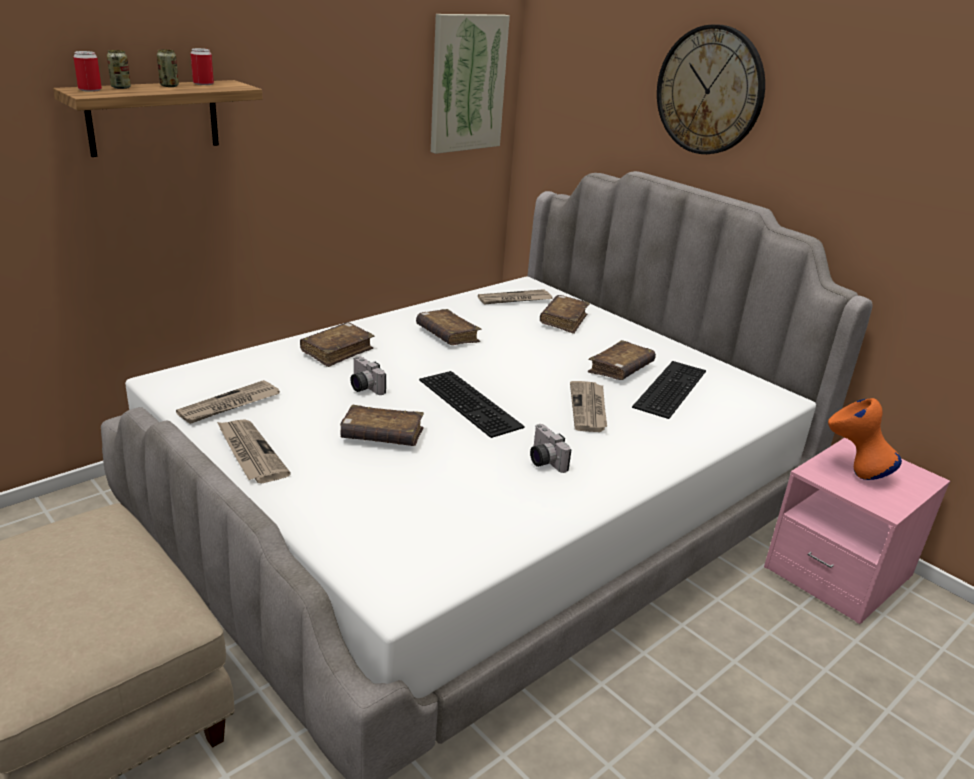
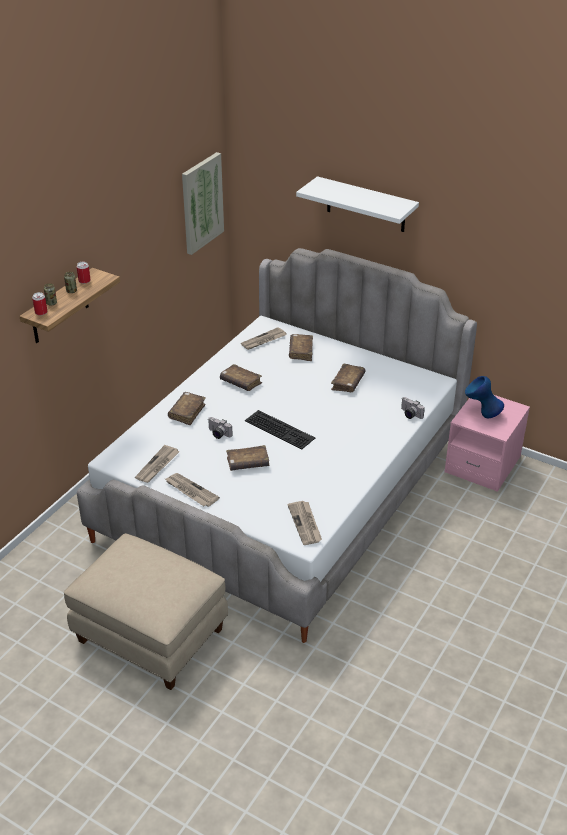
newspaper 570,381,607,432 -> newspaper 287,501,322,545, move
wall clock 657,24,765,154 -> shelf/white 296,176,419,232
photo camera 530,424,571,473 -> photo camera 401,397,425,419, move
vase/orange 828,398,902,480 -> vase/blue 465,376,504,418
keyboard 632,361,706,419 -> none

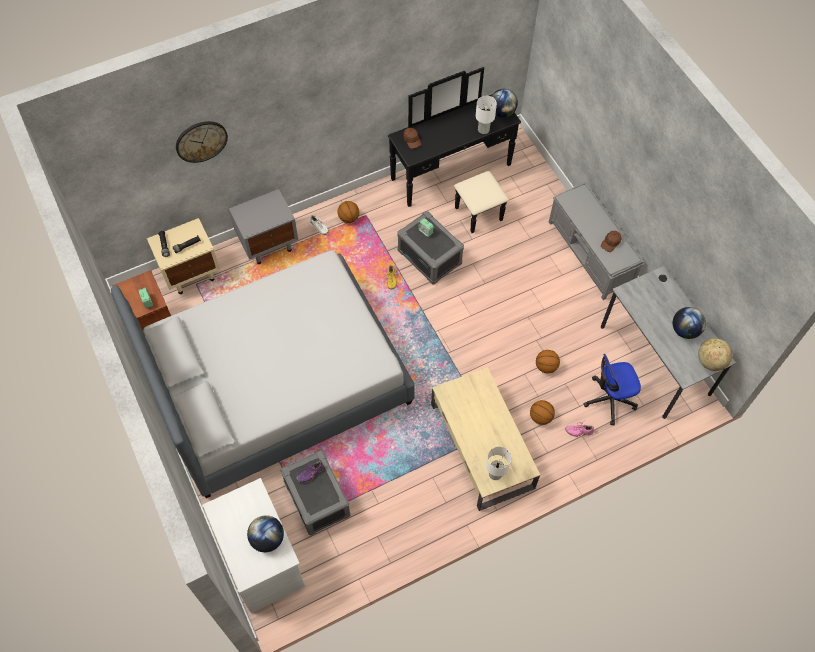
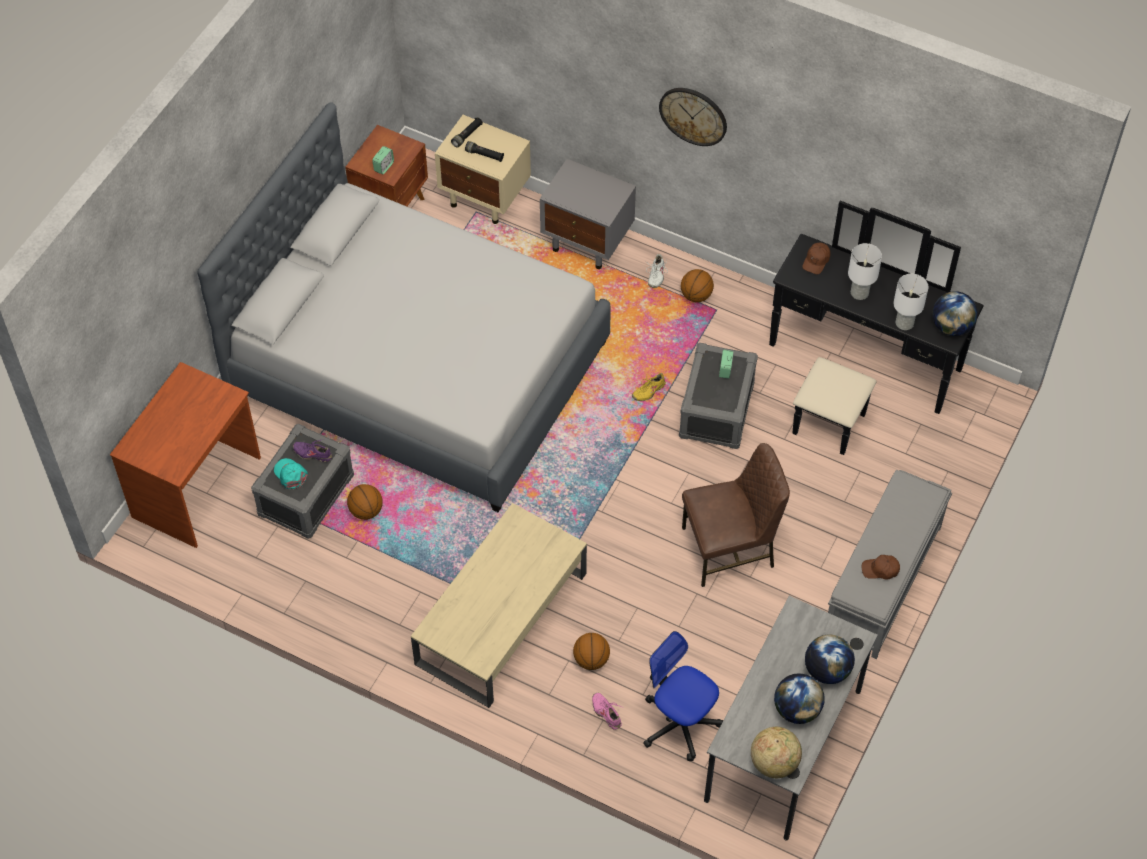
desk/white 202,478,305,613 -> desk/brown 110,362,261,548
none -> cap/turquoise 274,458,308,489
basketball 536,350,560,373 -> basketball 347,484,383,520, move
wall clock 176,121,228,163 -> wall clock 659,88,727,146, move
none -> chair/brown 682,443,790,587
globe 247,515,284,552 -> globe 805,635,855,684, move
table lamp/white 486,447,511,480 -> table lamp/white 848,243,882,300, move

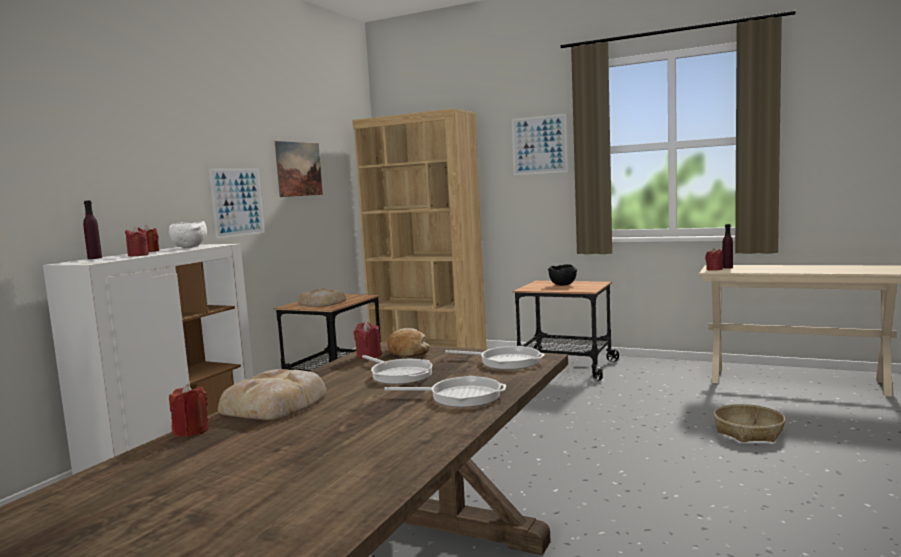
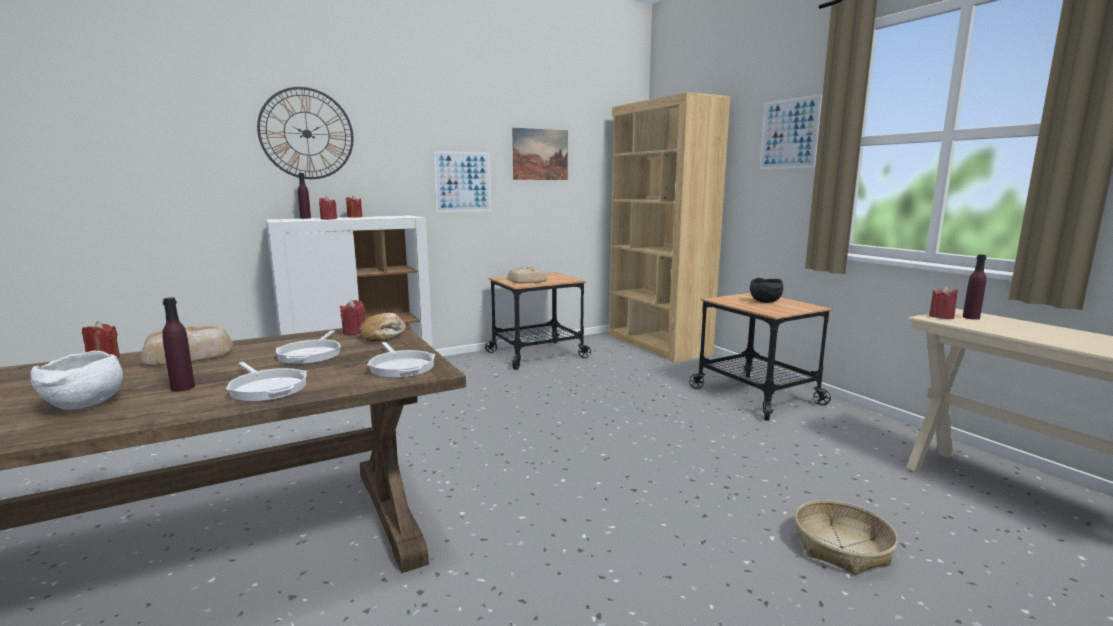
bowl/white 169,221,207,248 -> bowl/white 30,351,123,410, move
none -> bottle/purple 162,297,195,392
none -> wall clock 257,87,354,179

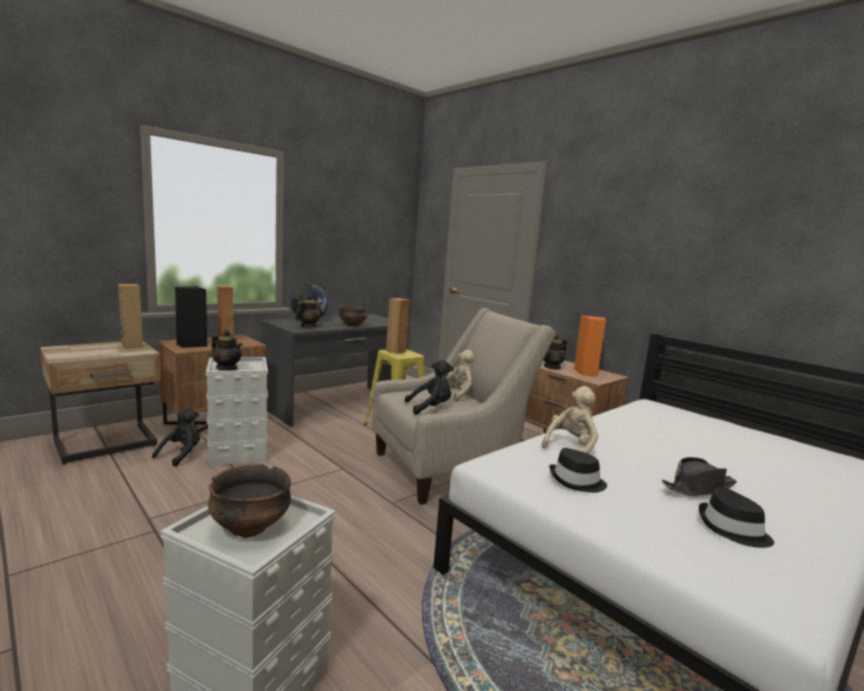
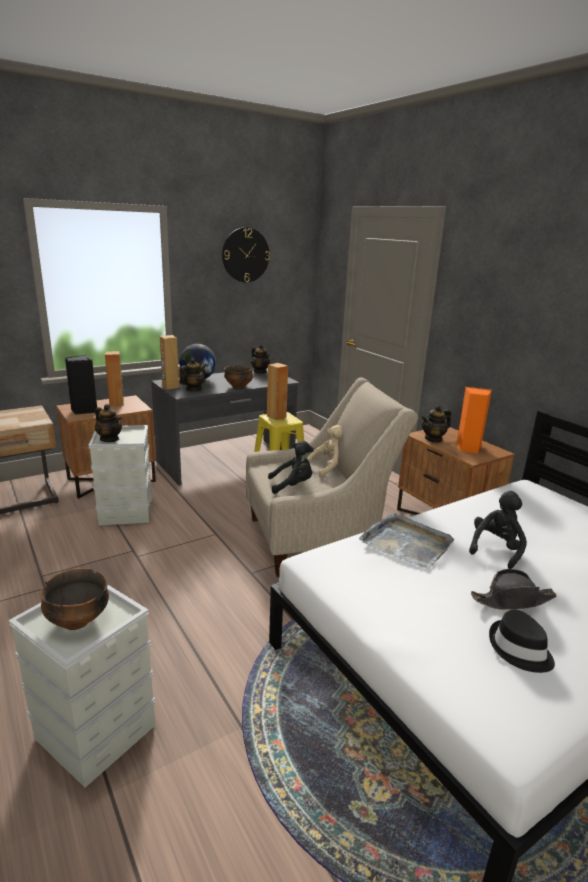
speaker/brown 118,284,143,349 -> speaker/brown 160,335,179,390, move
none -> wall clock 222,227,270,282
none -> teapot 251,344,270,373
plush toy/beige 541,386,598,454 -> tray/grey 359,513,454,569
plush toy/black 152,408,200,467 -> plush toy/black 469,491,527,569, move
hat/black 549,448,607,493 -> none

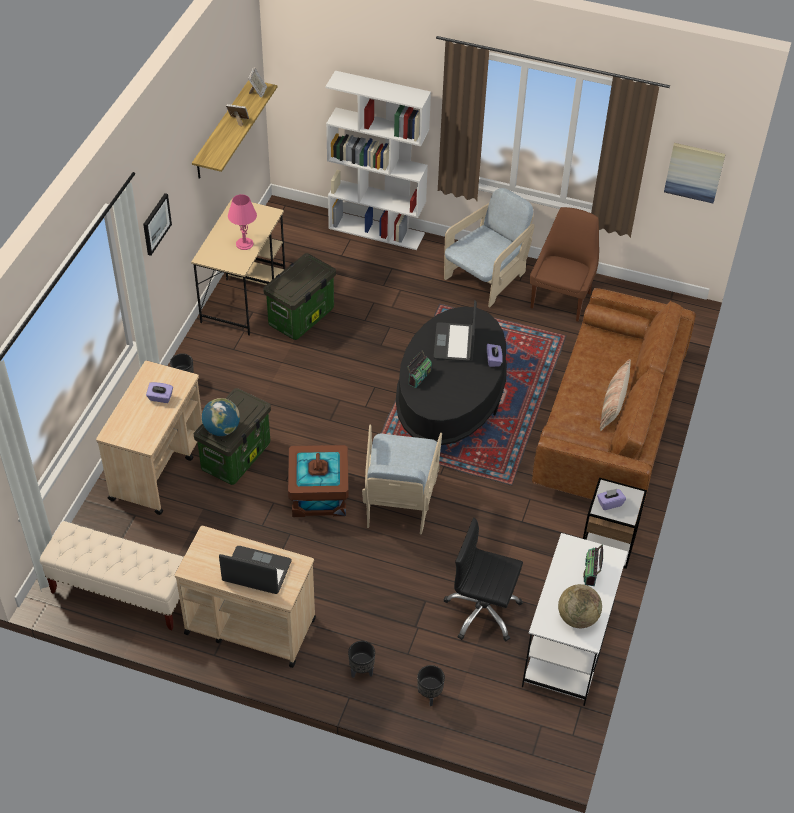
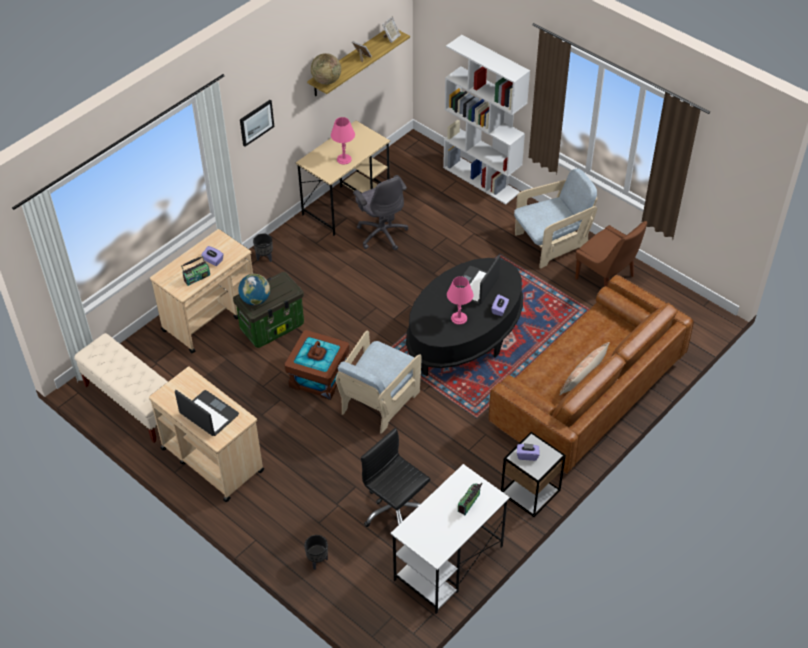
radio 407,350,432,388 -> radio 181,256,210,286, move
globe 558,584,602,628 -> globe 311,53,341,85, move
storage box 263,253,336,340 -> office chair/grey 353,175,408,250
none -> table lamp/pink 447,276,474,325
chair/brown 530,207,599,321 -> chair/brown 575,221,647,287, 90 degrees clockwise
planter/black 348,641,375,678 -> none
picture 664,143,725,203 -> none

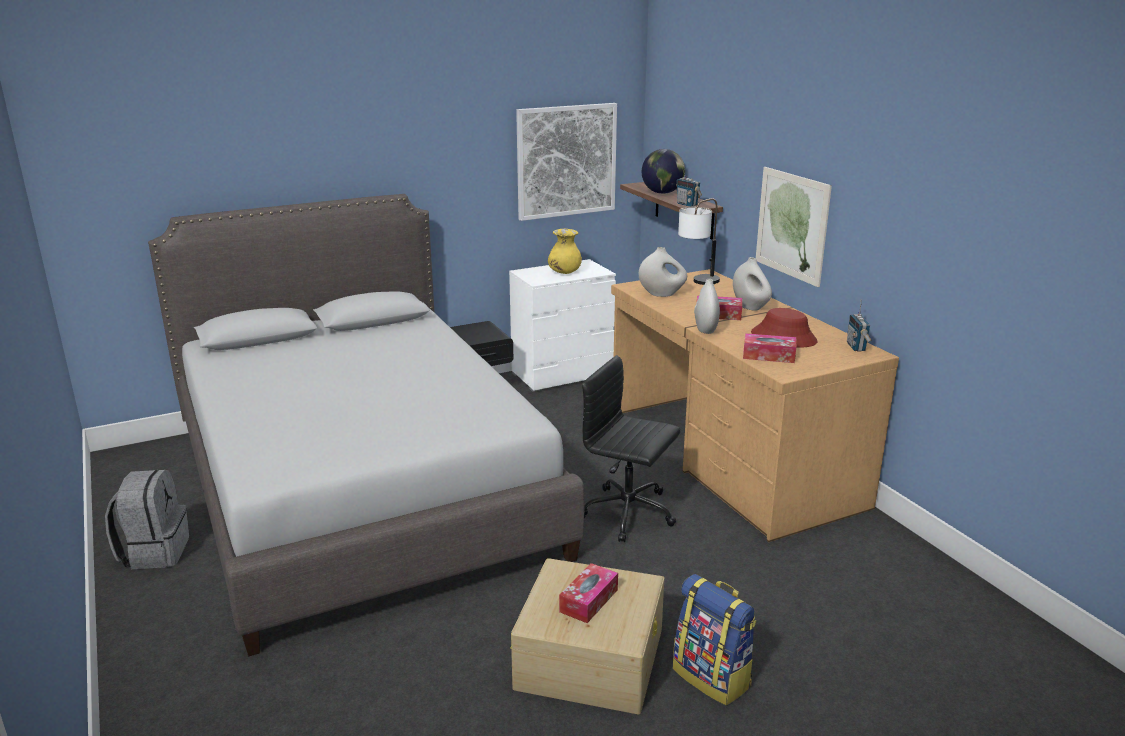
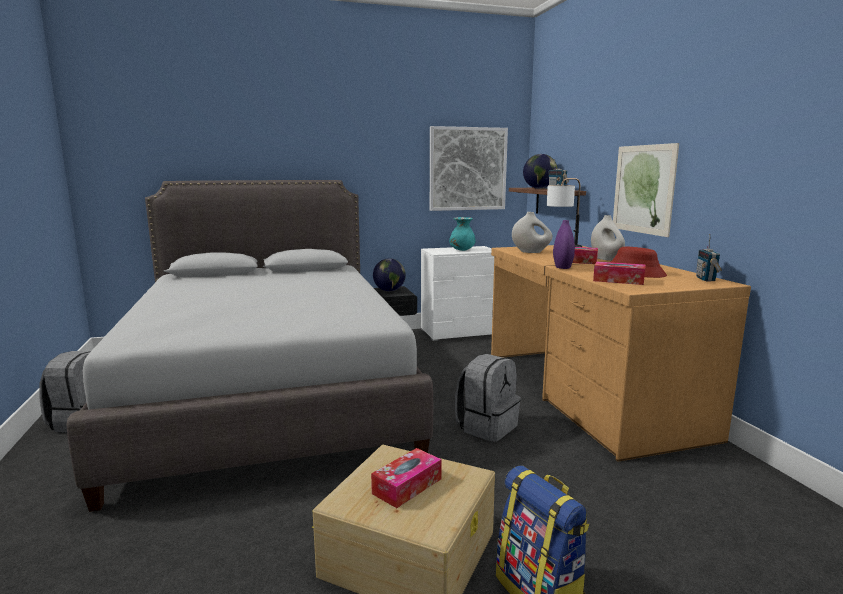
none -> globe 373,258,406,291
vase/yellow 548,229,582,274 -> vase/turquoise 449,217,475,251
office chair/black 582,355,681,542 -> backpack/grey 455,354,521,442
vase/white 694,279,720,334 -> vase/purple 553,220,575,269

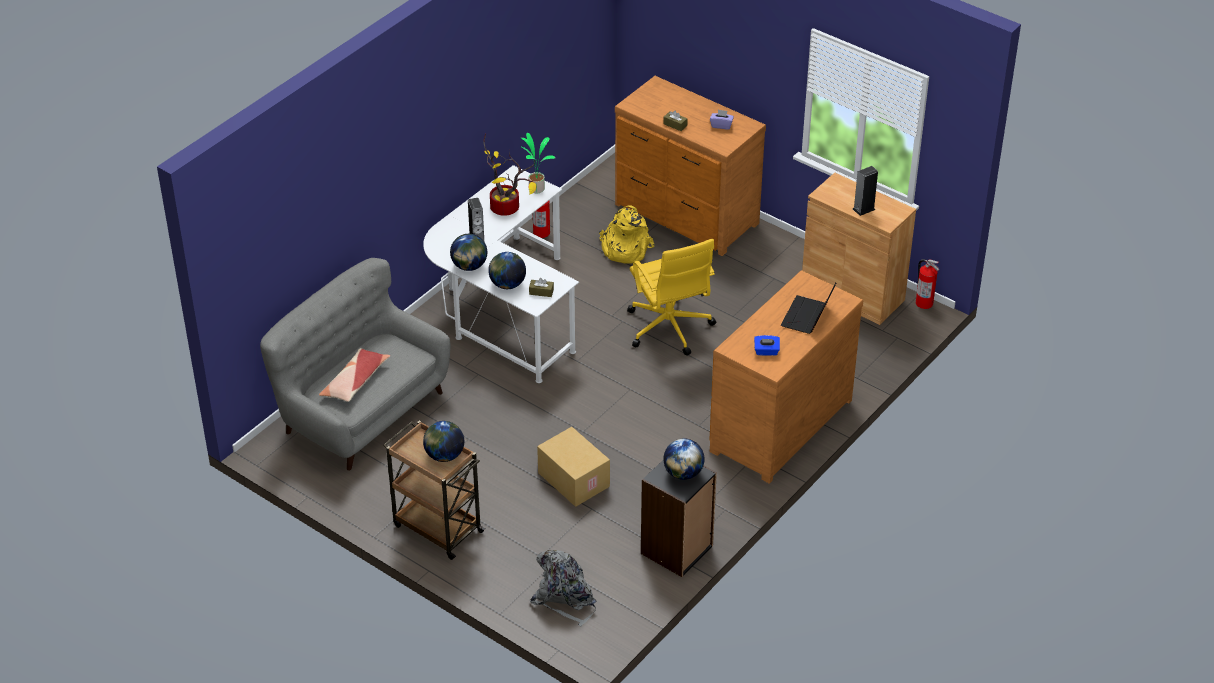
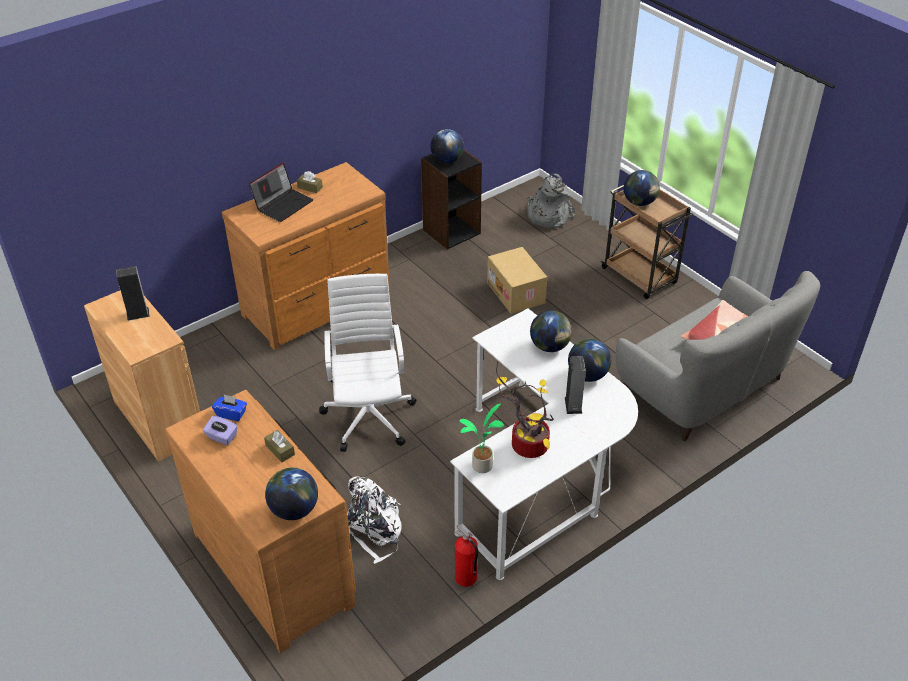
tissue box/blue 754,335,780,356 -> tissue box/blue 212,394,247,421, move
none -> globe 265,467,318,520
tissue box/brown 529,278,554,297 -> tissue box/brown 297,171,323,193, move
office chair/yellow 627,239,717,356 -> office chair/white 319,274,417,452
backpack/yellow 599,205,655,264 -> backpack/white 347,476,402,564
fire extinguisher 916,259,939,309 -> none

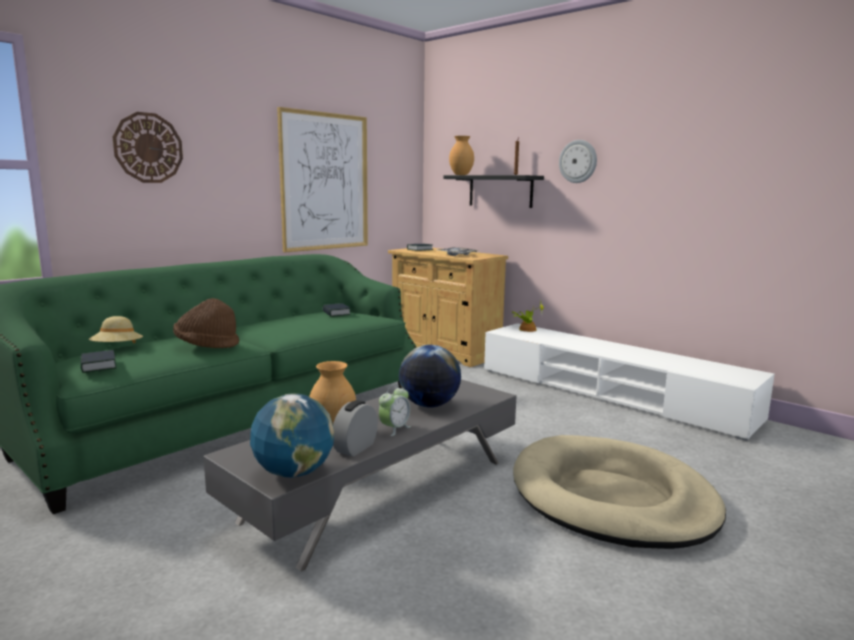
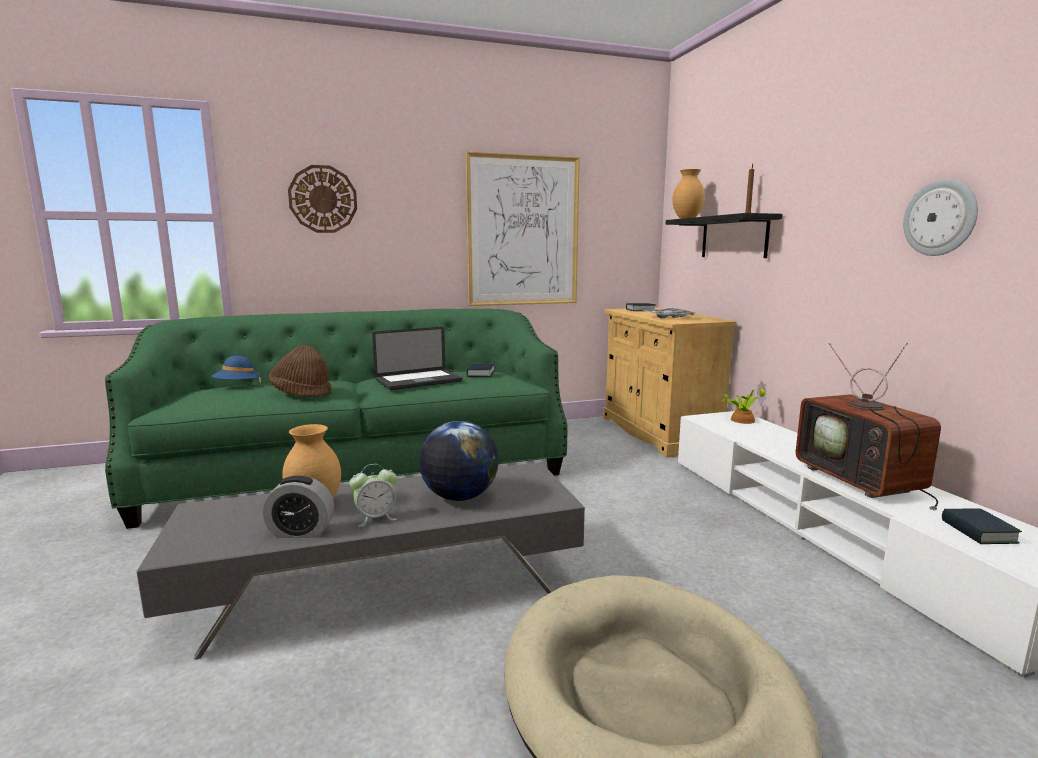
hat/beige 89,316,143,344 -> hat/blue 211,356,262,383
alarm clock 333,400,378,457 -> alarm clock 262,476,334,538, 150 degrees counterclockwise
none -> laptop 372,327,463,390
none -> television 796,343,941,511
wall clock 559,140,597,183 -> wall clock 903,179,978,256, move
book 81,350,116,373 -> book 942,508,1022,544, move
globe 250,393,334,478 -> none

